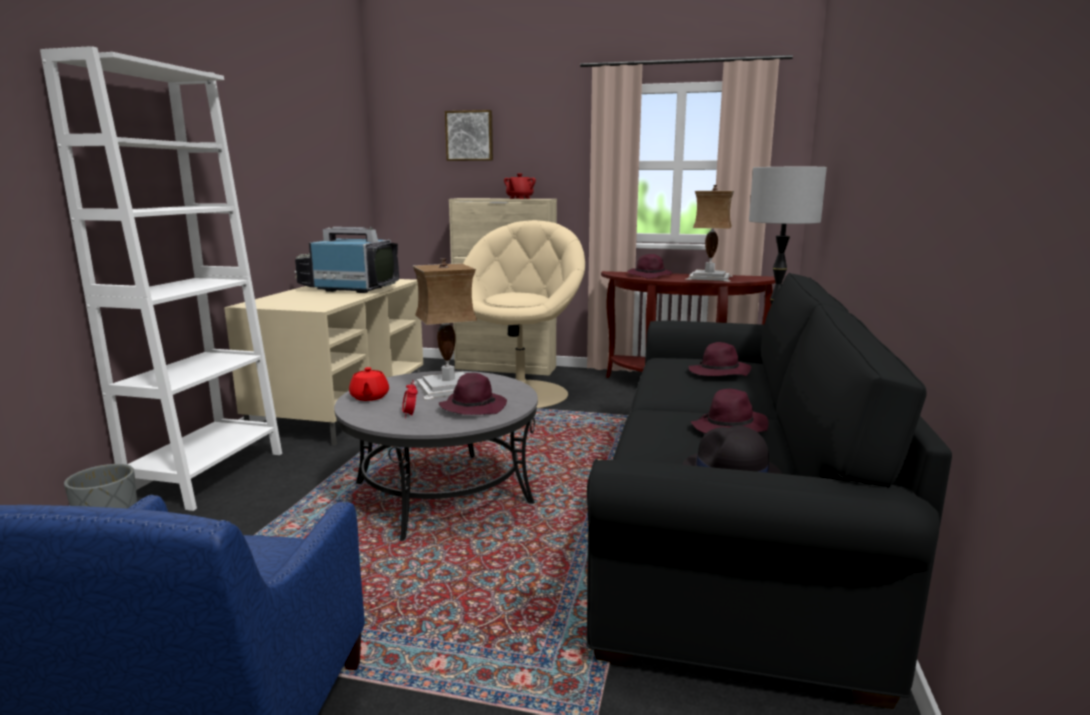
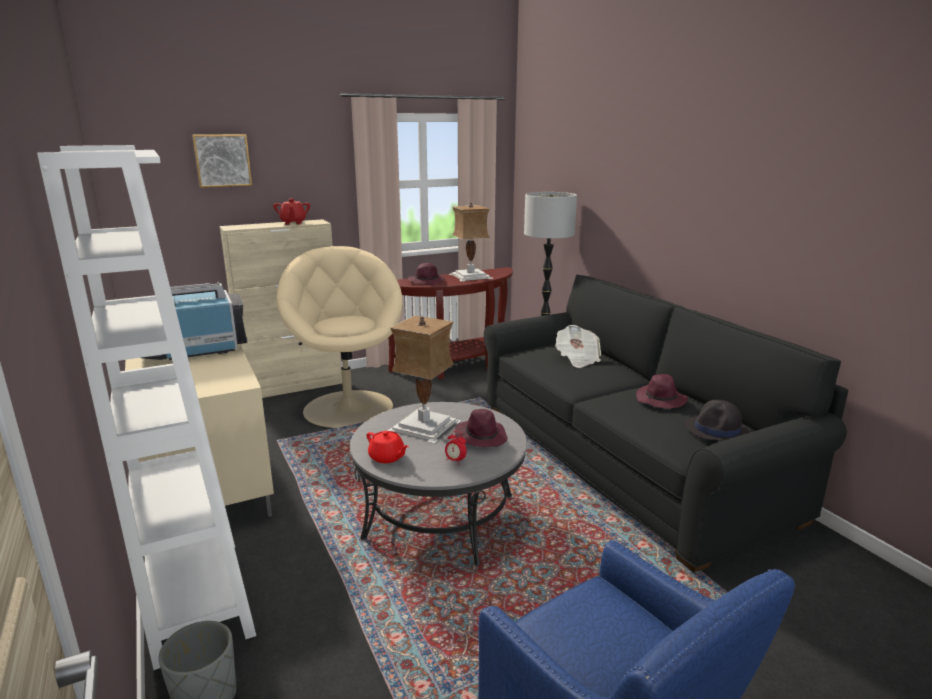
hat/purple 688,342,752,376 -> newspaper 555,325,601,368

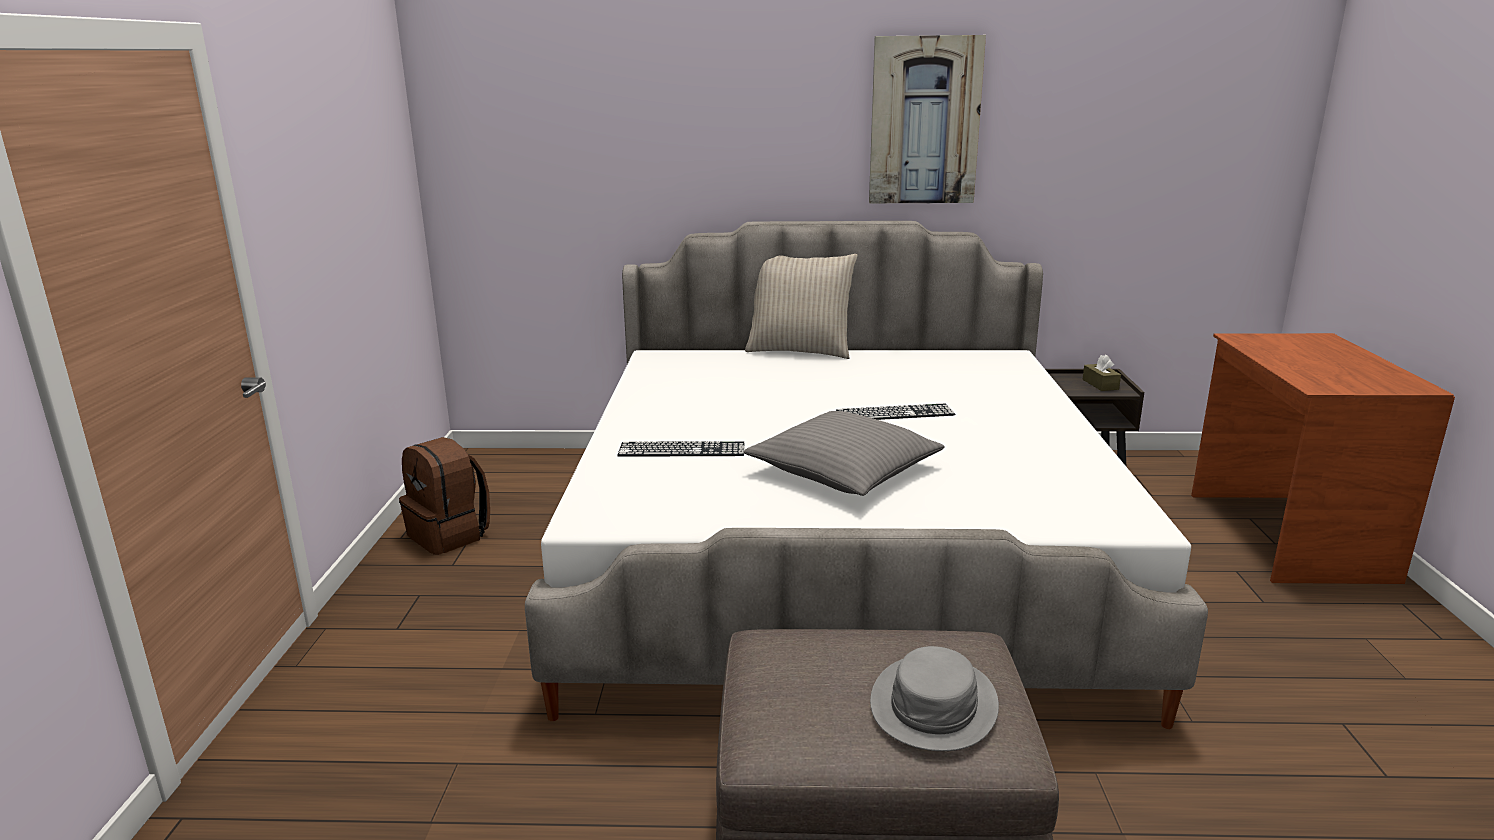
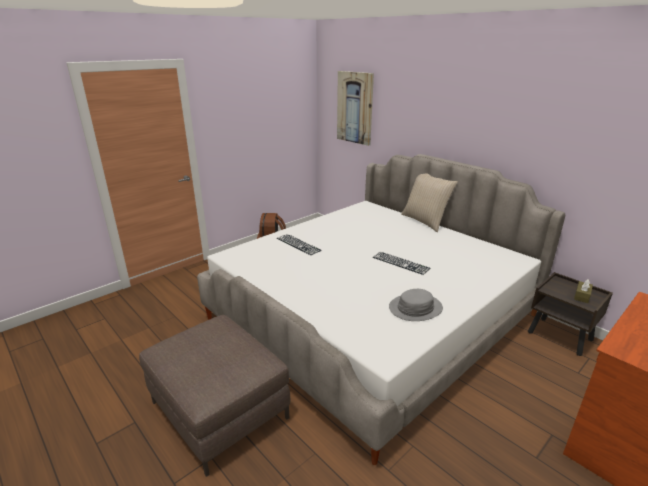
picture 869,35,986,203 -> picture 337,71,374,146, move
hat/grey 870,646,999,751 -> hat/grey 389,289,443,321, move
pillow/grey 743,411,945,496 -> none

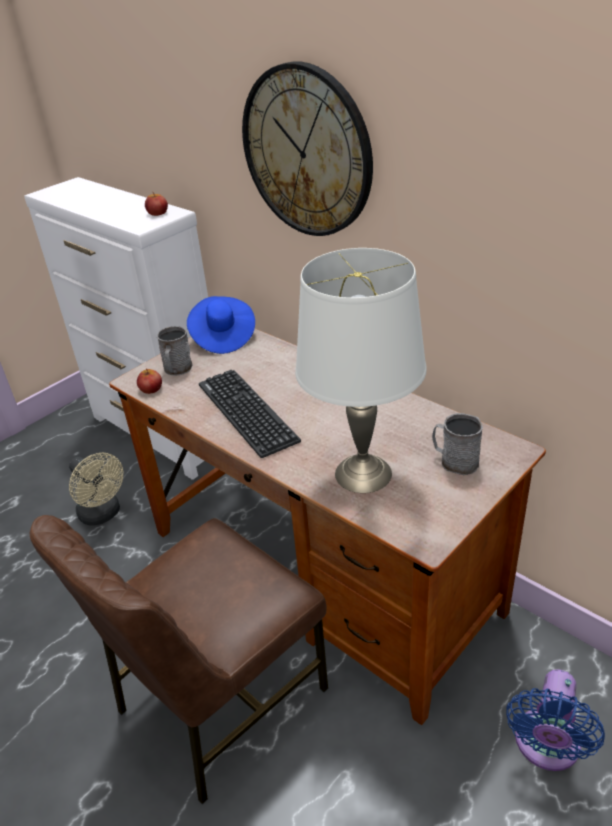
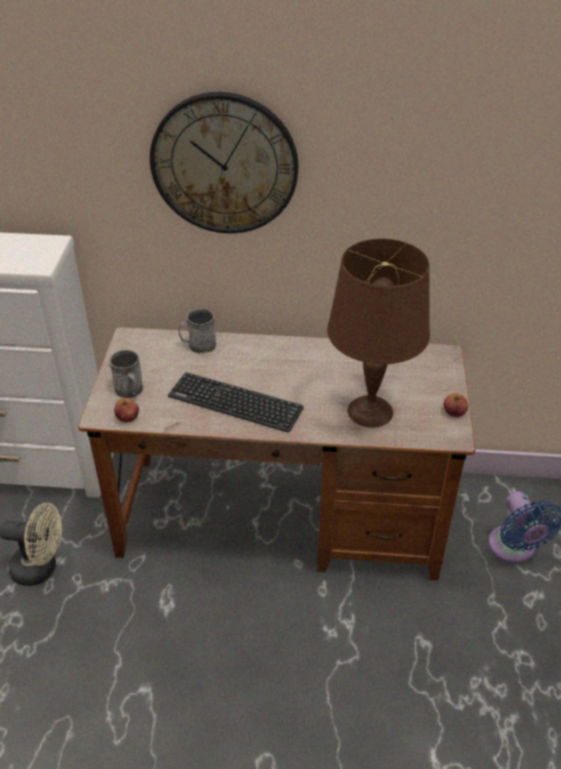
mug/grey 432,413,483,475 -> mug/grey 179,308,216,353, move
table lamp/white 295,248,427,493 -> table lamp/brown 327,239,430,428
apple 145,191,168,216 -> apple 444,393,468,417, move
chair/brown 30,515,328,804 -> none
hat/blue 187,296,255,354 -> none

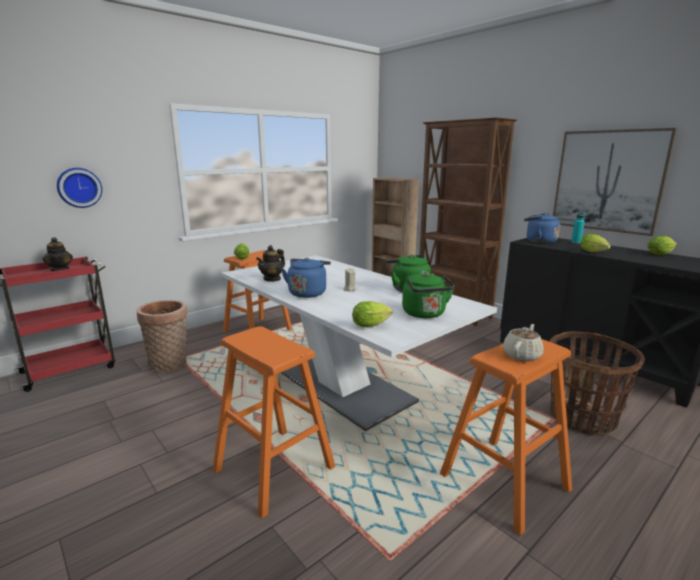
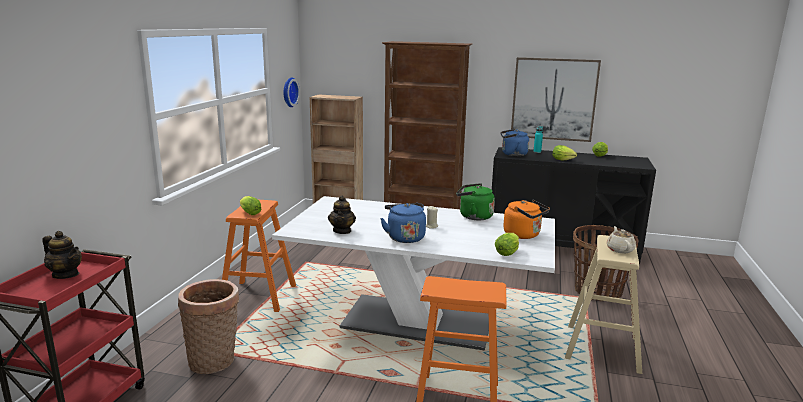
wall clock 57,168,102,208 -> wall clock 284,77,300,107, move
kettle/green 402,272,455,318 -> kettle/orange 503,200,550,239
stool/orange 440,339,572,535 -> stool/beige 565,235,642,374

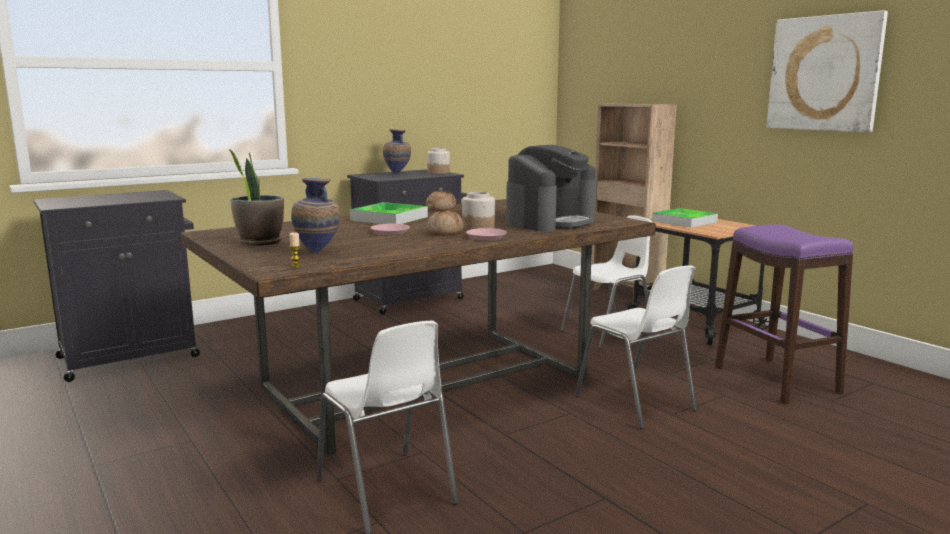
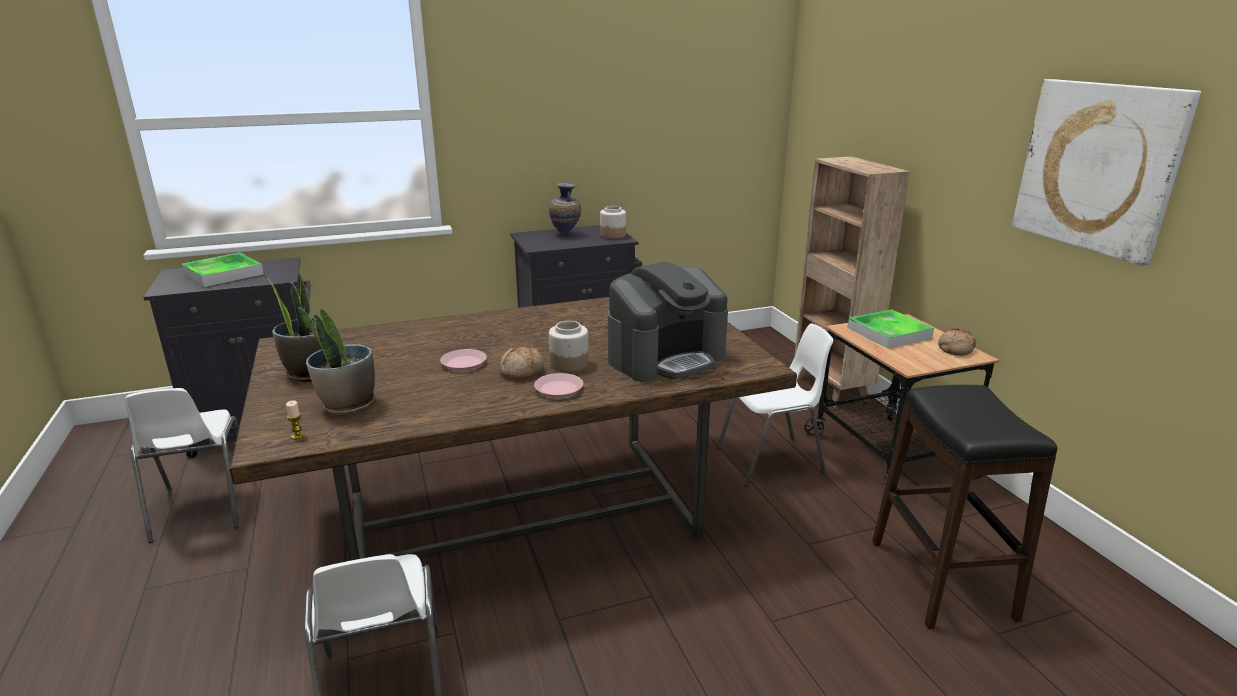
chair/white 575,266,697,429 -> chair/white 125,388,239,543, move
tray 350,202,428,224 -> tray 182,253,264,287, move
vase 291,178,340,253 -> potted plant 298,306,376,415
stool/purple 715,224,854,404 -> stool/black 872,385,1058,629
bread 426,191,456,211 -> bread 938,328,976,356, move

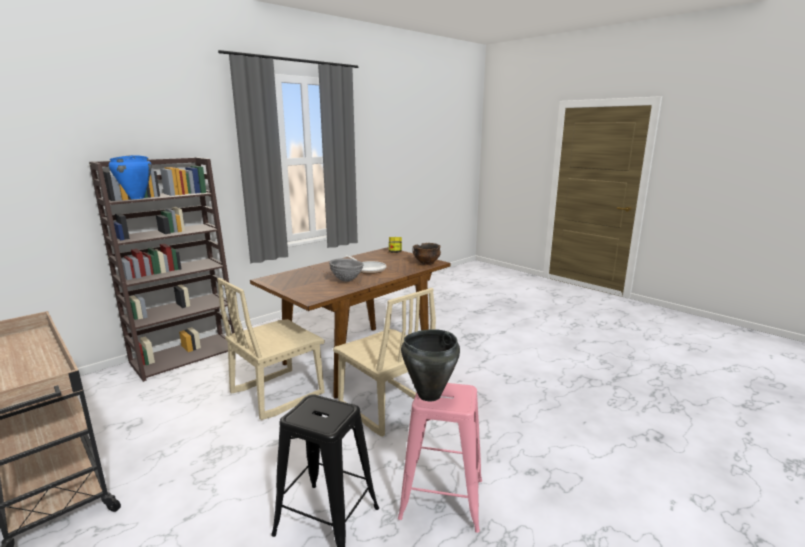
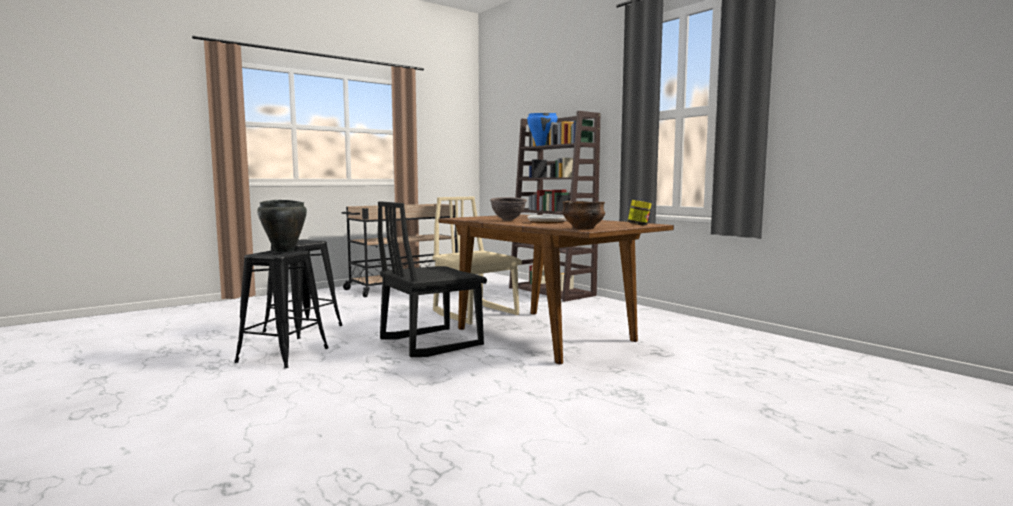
stool/pink 398,383,482,533 -> stool/black 234,250,329,368
chair/beige 333,288,436,437 -> chair/black 378,201,487,357
bowl/grey 329,258,364,282 -> bowl/brown 490,197,527,220

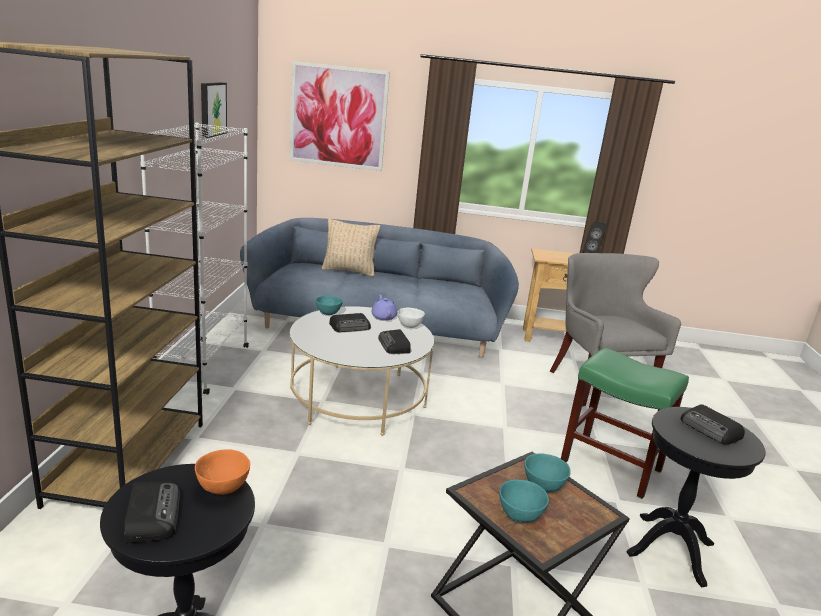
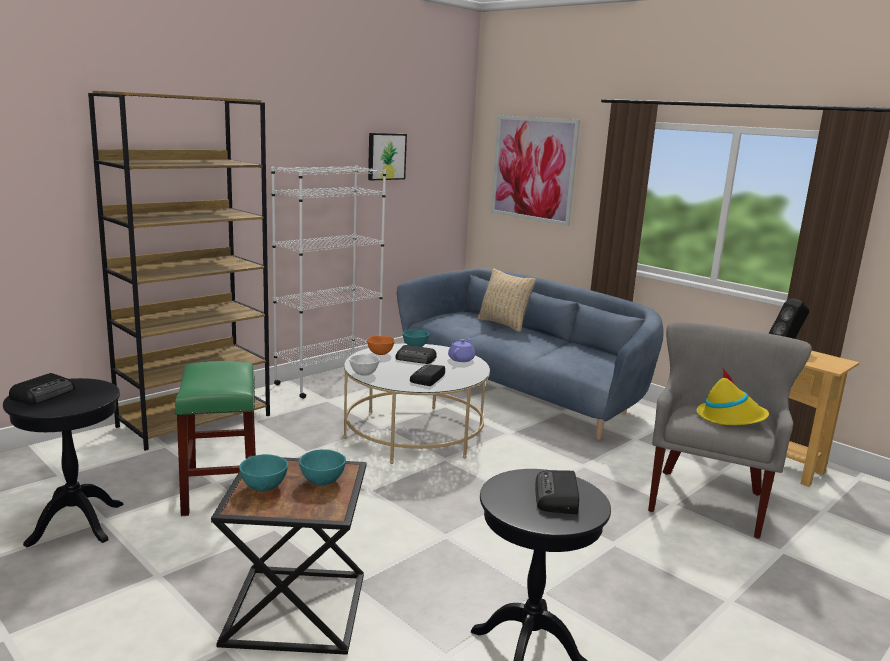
stool/green 561,348,689,499 -> stool/green 175,361,256,516, move
bowl/white 397,308,425,328 -> bowl/white 349,354,380,376, move
bowl/orange 195,449,250,495 -> bowl/orange 367,336,395,355, move
none -> hat/yellow 696,367,769,425

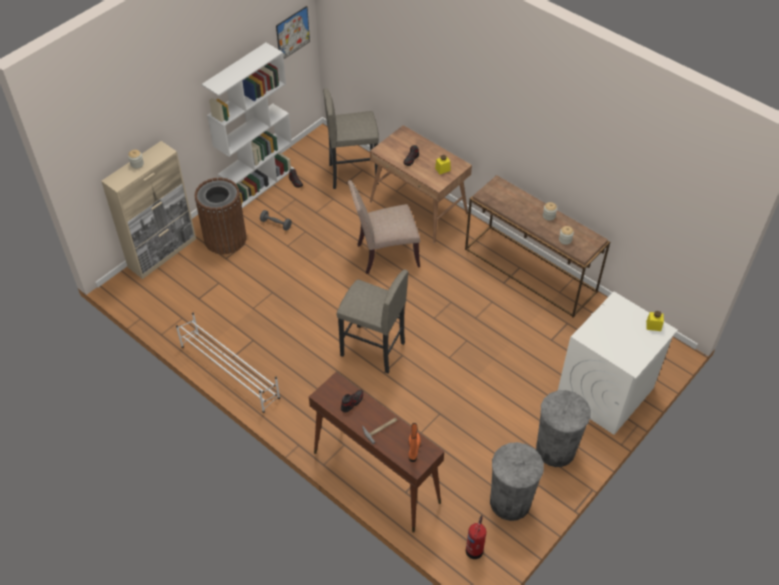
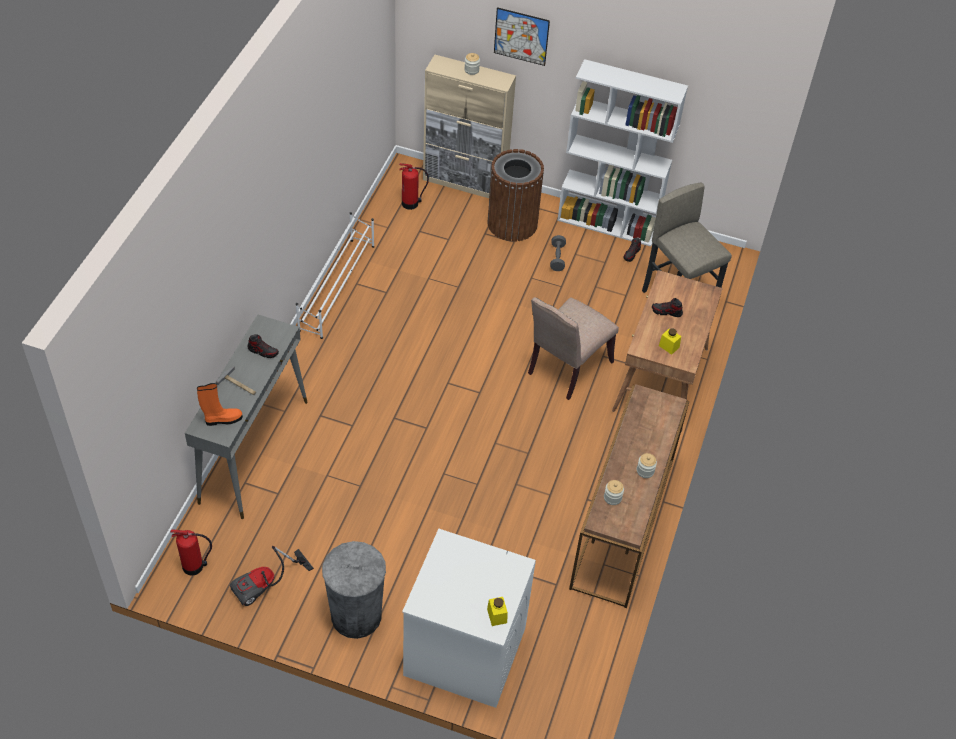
console table/brown 309,371,444,533 -> console table/grey 185,314,308,519
trash can/grey 490,442,544,521 -> vacuum cleaner 230,546,314,607
none -> fire extinguisher 399,163,429,210
picture 276,6,310,59 -> picture 494,7,550,66, move
chair/beige 348,180,420,274 -> chair/beige 528,297,619,400, 105 degrees counterclockwise
stool/grey 337,270,408,373 -> none

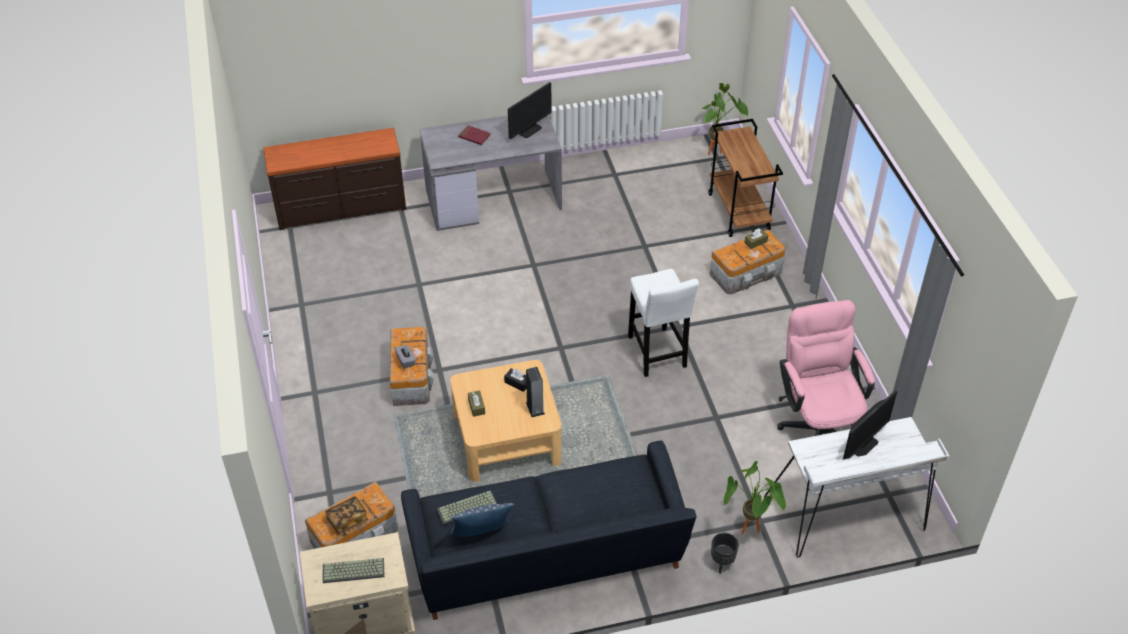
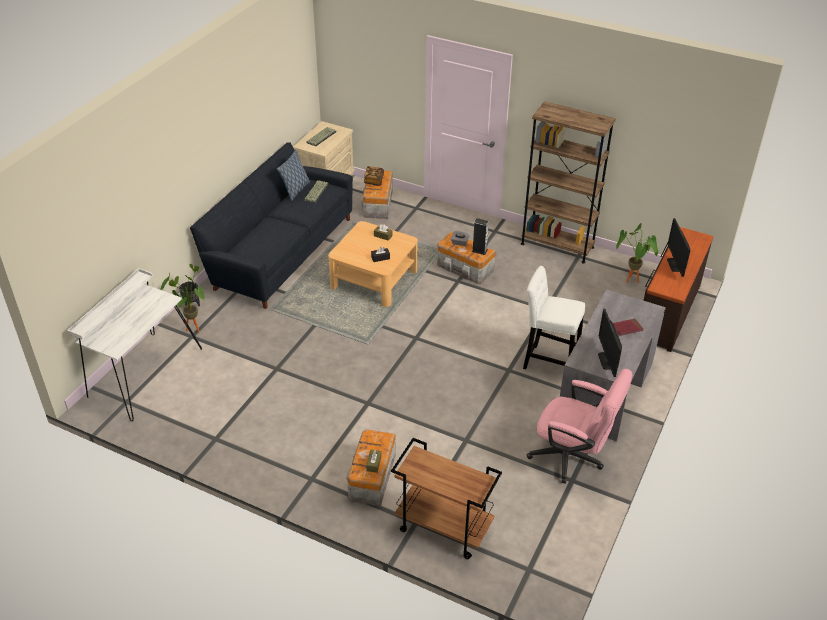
speaker 526,367,545,417 -> speaker 472,218,489,255, move
none -> bookcase/brown 521,101,616,264
stool/white 628,269,699,377 -> stool/white 523,266,585,369, move
office chair/pink 777,300,875,436 -> office chair/pink 527,369,633,484, move
potted plant 702,83,748,155 -> potted plant 616,223,658,283, move
monitor 843,390,897,460 -> monitor 667,218,690,277, move

